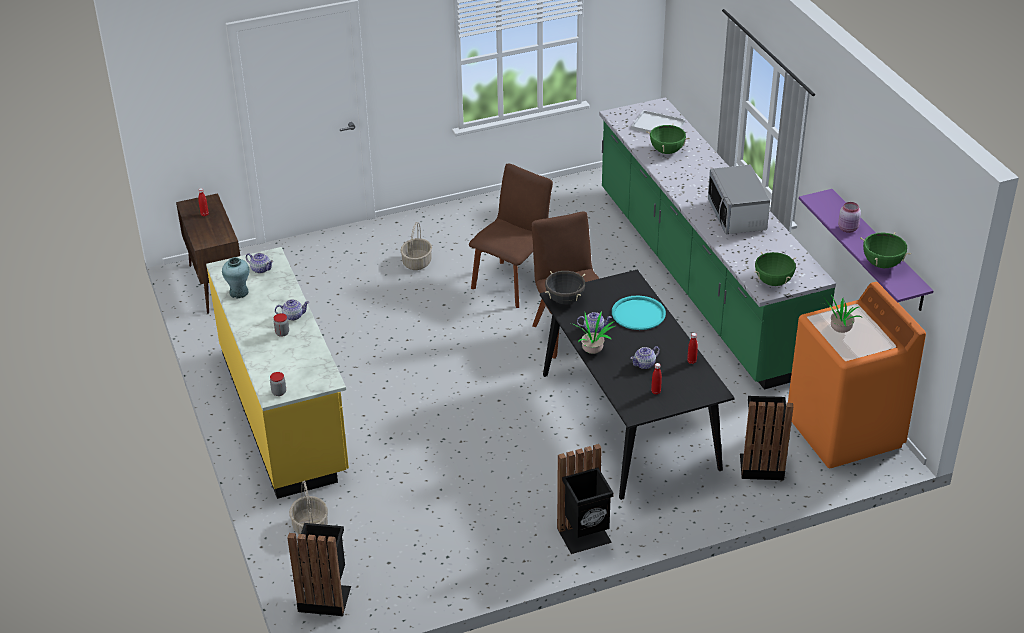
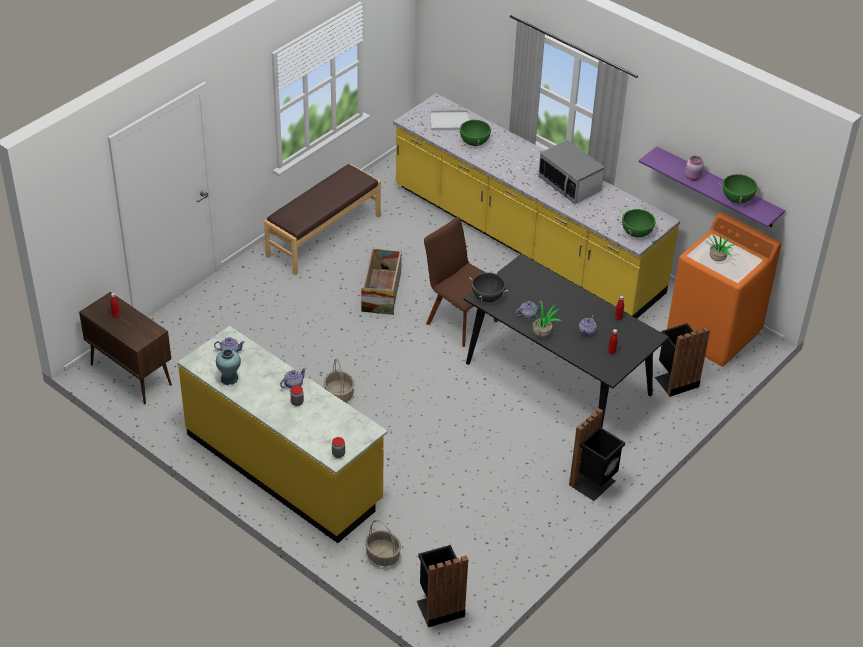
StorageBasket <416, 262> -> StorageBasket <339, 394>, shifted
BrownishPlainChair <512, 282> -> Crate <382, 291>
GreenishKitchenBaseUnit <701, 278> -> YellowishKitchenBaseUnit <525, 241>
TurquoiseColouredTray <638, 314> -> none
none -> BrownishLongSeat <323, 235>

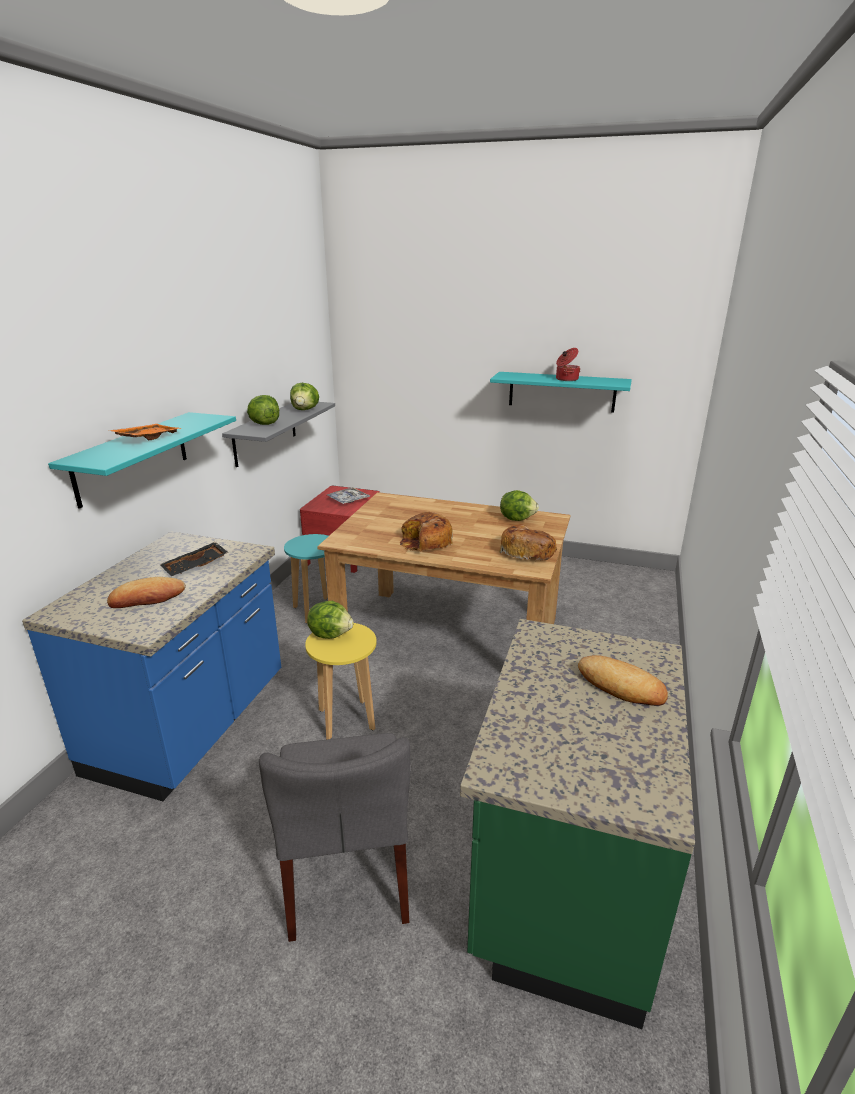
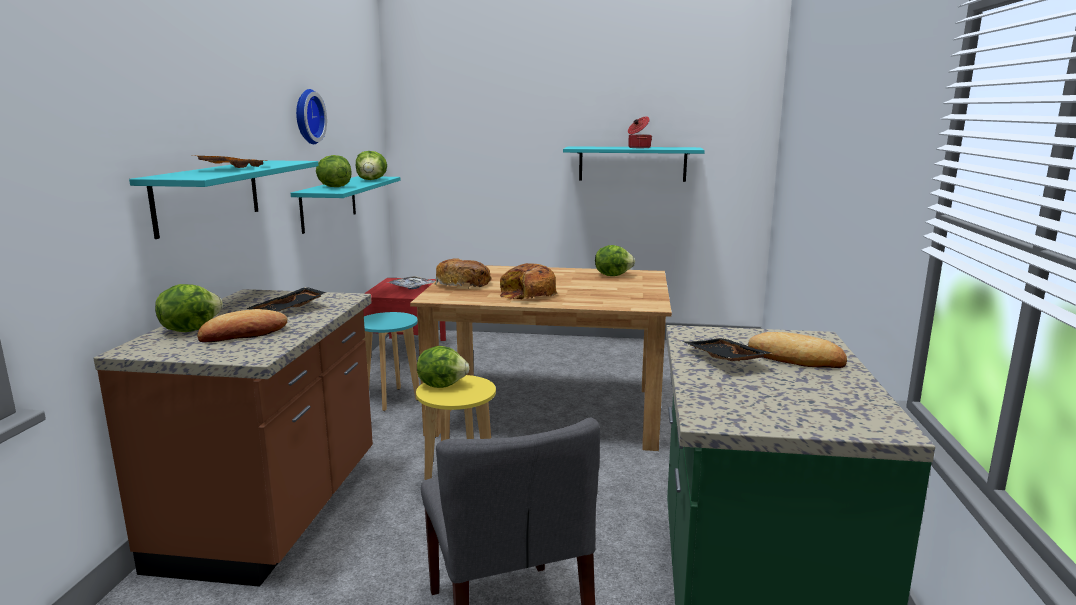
BluishKitchenBaseUnit <192, 726> -> BrownishKitchenBaseUnit <274, 512>
GreyBracketShelf <265, 432> -> TurquoiseColouredBracketShelf <329, 203>
BakeryBread <526, 551> -> BakeryBread <462, 284>, shifted
none -> LettuceHead <190, 329>
none -> HangingClock <306, 117>
none -> BlackColouredTray <723, 359>

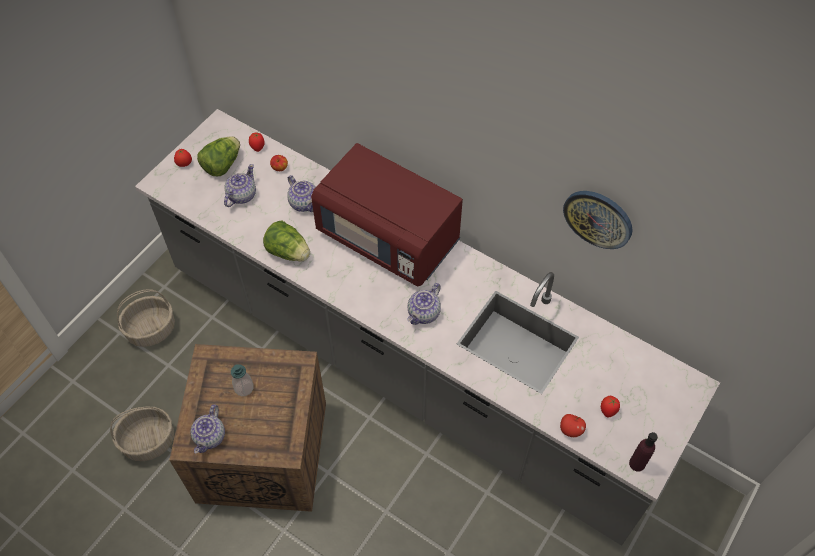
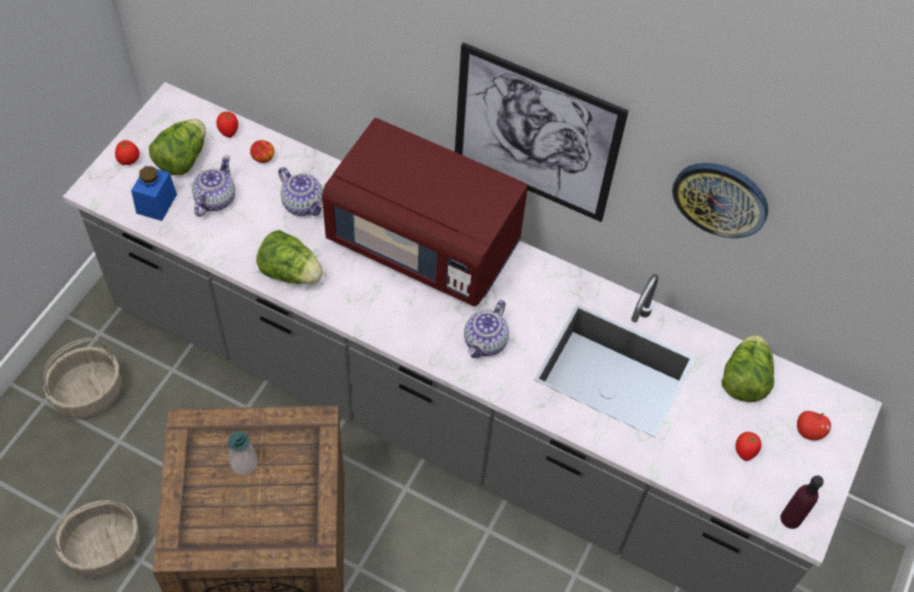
TeaPot <210, 437> -> none
WholeApple <570, 430> -> WholeApple <808, 432>, shifted
none -> BluishJar <156, 203>
none -> WallArt <535, 134>
none -> LettuceHead <743, 380>

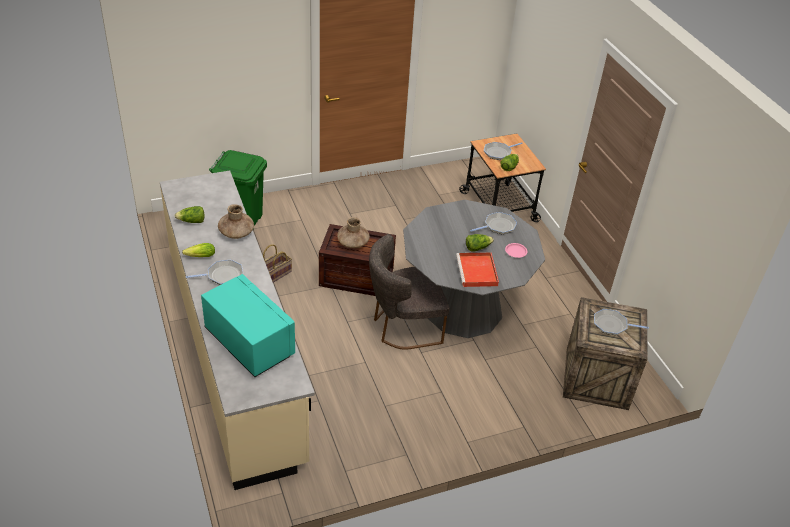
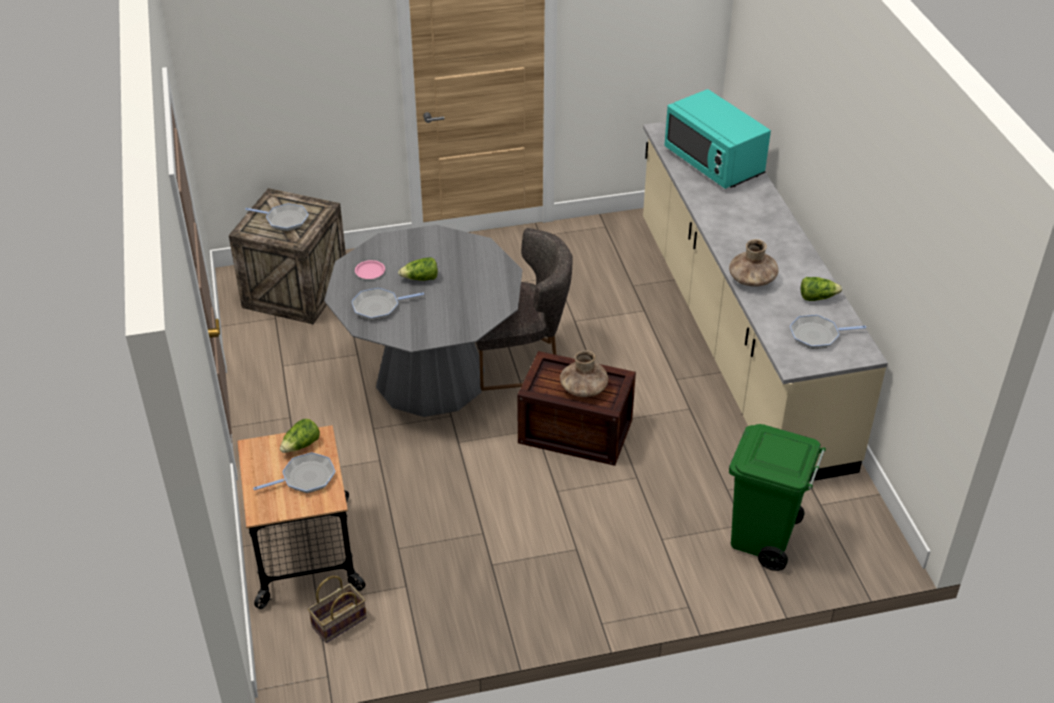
LettuceHead <199, 256> -> none
FryingPan <223, 275> -> FryingPan <817, 335>, shifted
StorageBasket <276, 273> -> StorageBasket <338, 623>, shifted
ReddishTray <477, 272> -> none

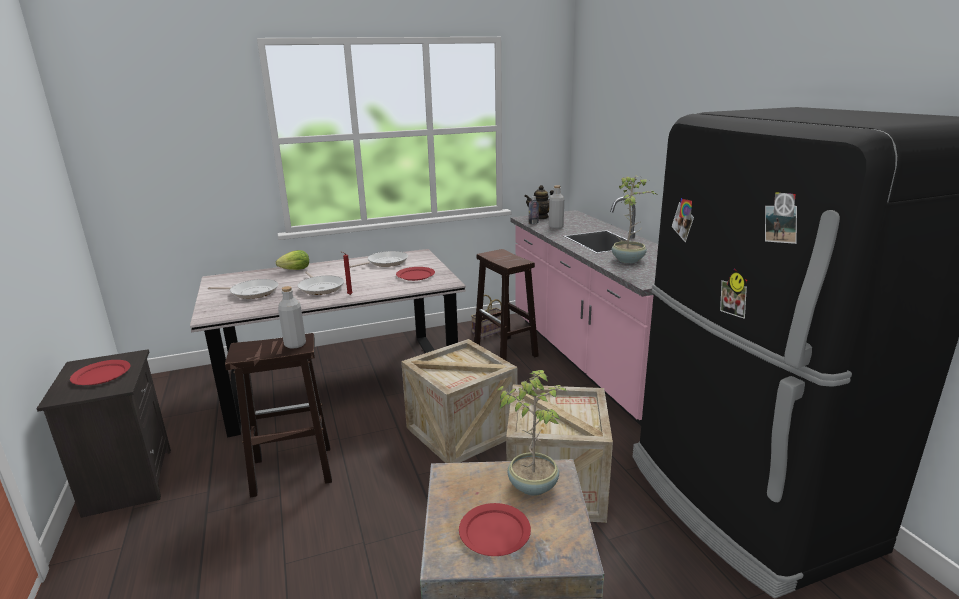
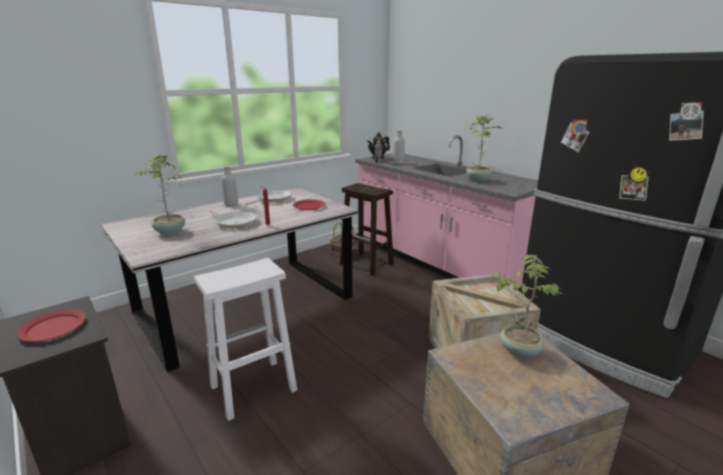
FryingPan <252, 292> -> PottedPlant <169, 232>
BrownishStoolSeat <291, 471> -> WhitishStoolSeat <252, 389>
LettuceHead <293, 270> -> none
GreyDrinkBottle <295, 344> -> GreyDrinkBottle <231, 204>, shifted
Crate <461, 431> -> none
ReddishDinnerPlate <494, 532> -> none

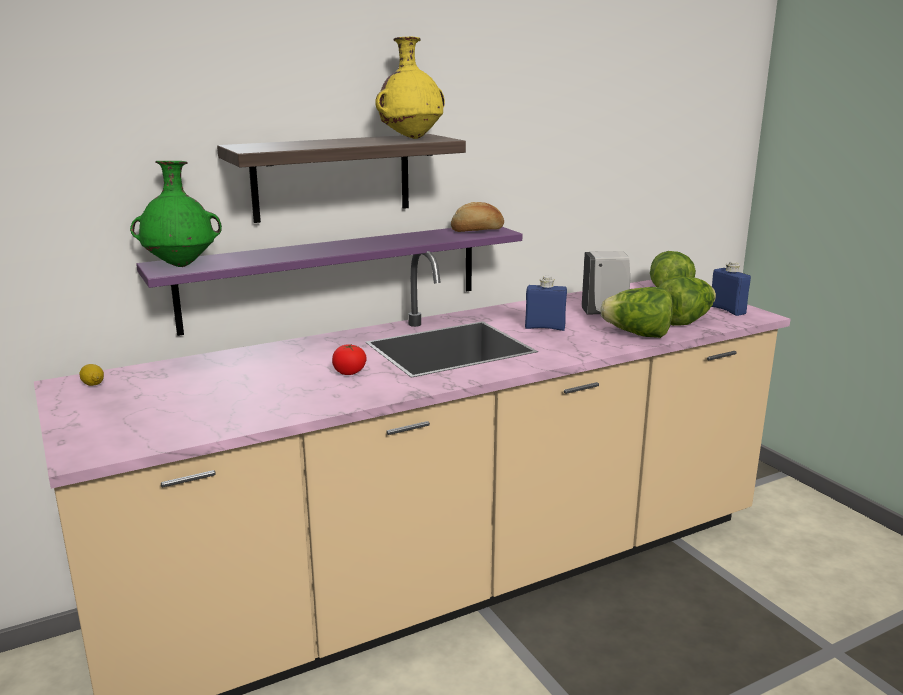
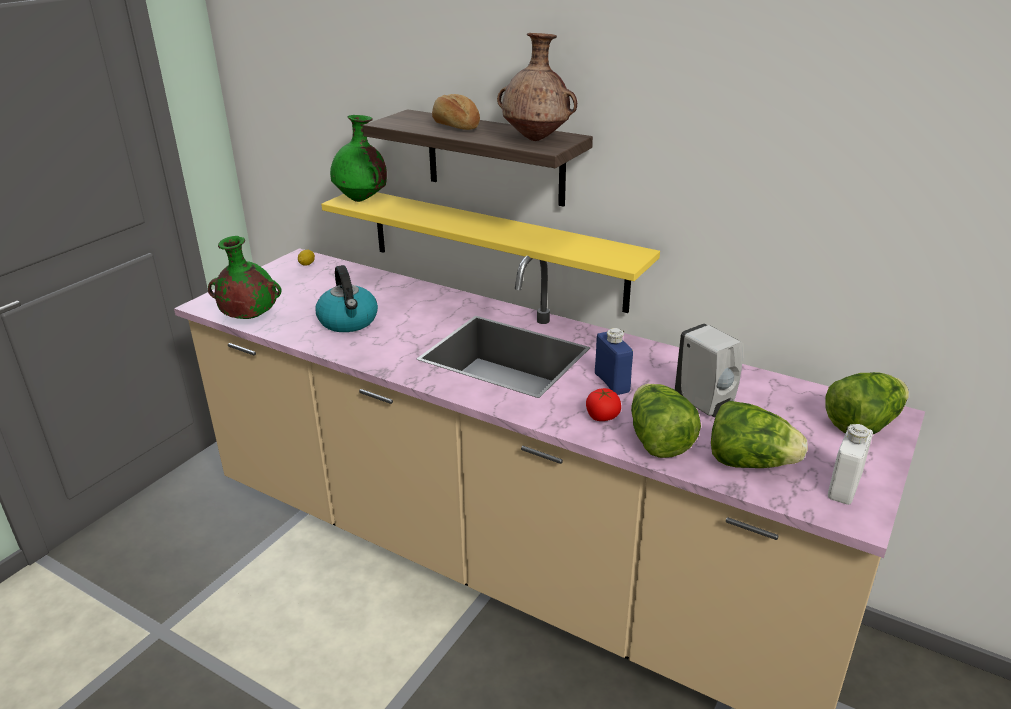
PurpleColouredBracketShelf <334, 276> -> YellowishBracketShelf <494, 248>
Tomato <349, 372> -> Tomato <602, 417>, shifted
YellowishDecorativeVase <412, 138> -> BrownishDecorativeVase <537, 139>
BakeryBread <477, 231> -> BakeryBread <455, 127>, shifted
BluishDrinkBottle <727, 310> -> WhitishDrinkBottle <844, 487>
none -> GreenishDecorativeVase <249, 318>
none -> Kettle <349, 321>

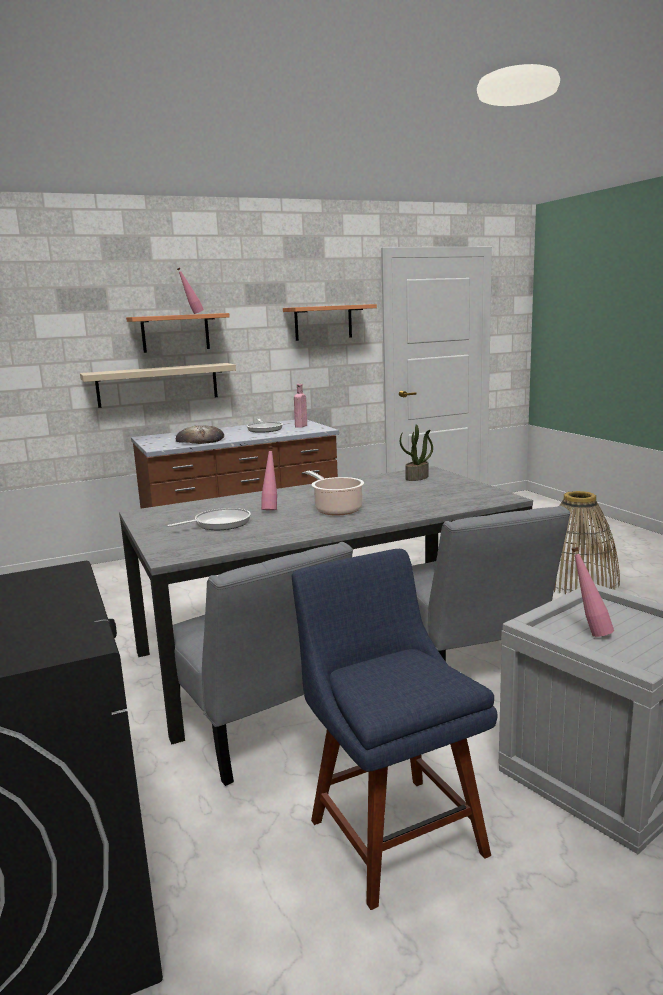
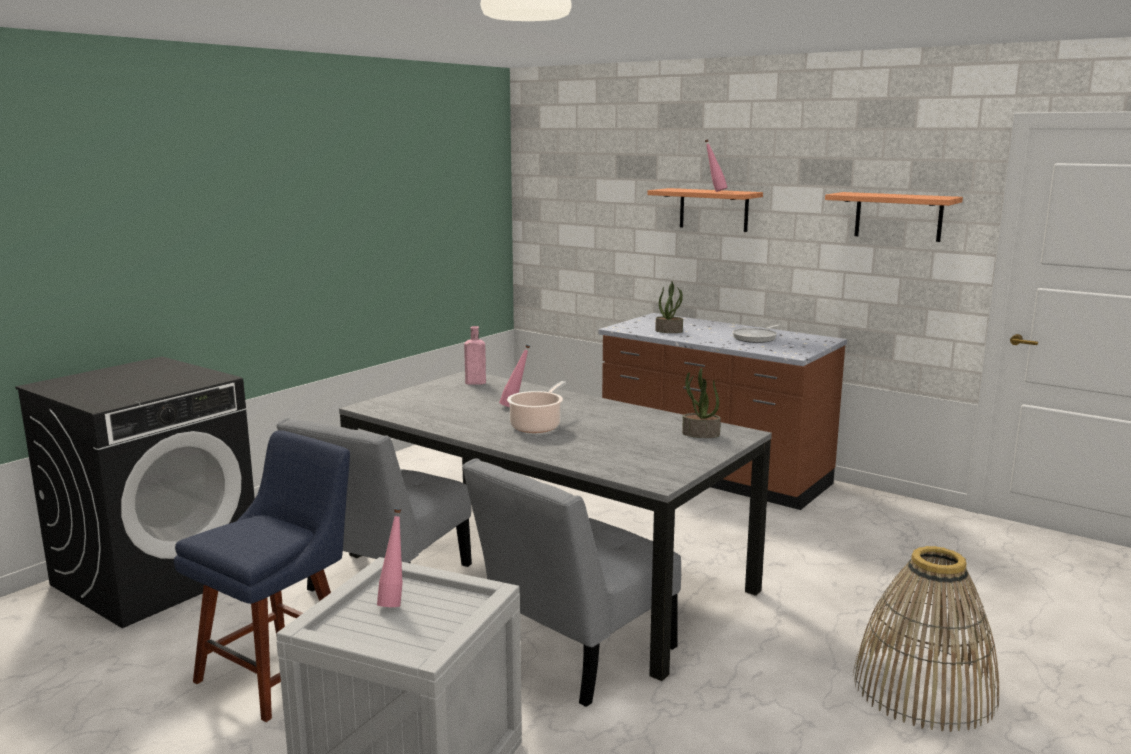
SandColouredBracketShelf <158, 385> -> none
FryingPan <219, 524> -> none
BakeryBread <200, 440> -> PottedPlant <669, 331>
PinkishDrinkBottle <300, 426> -> PinkishDrinkBottle <474, 383>, shifted

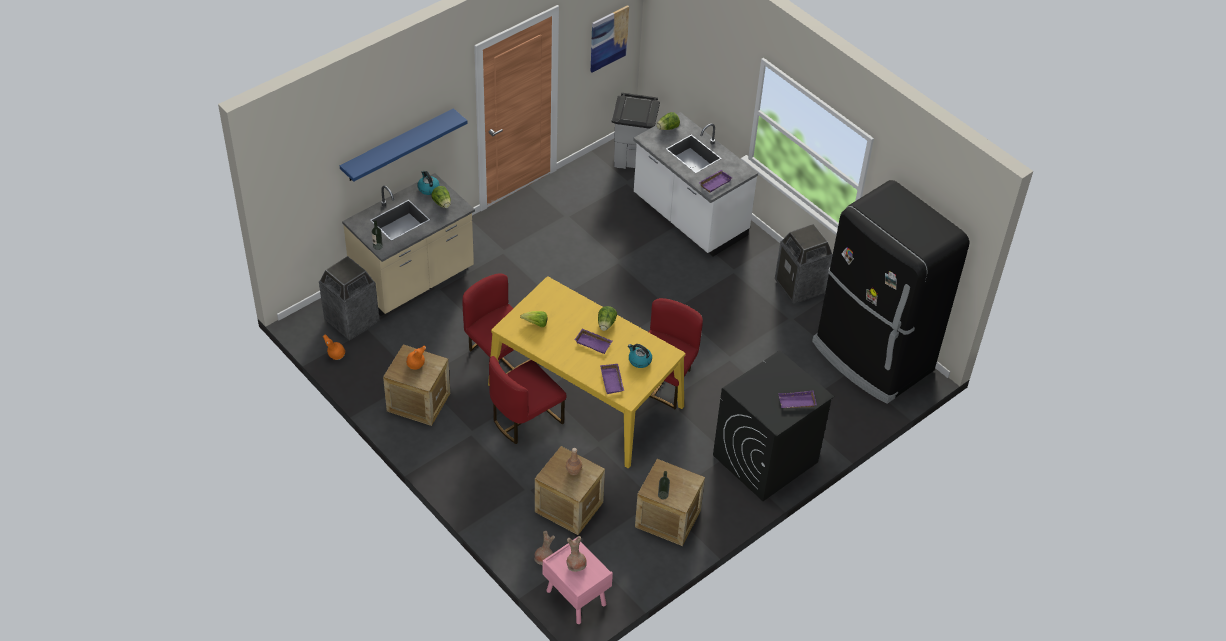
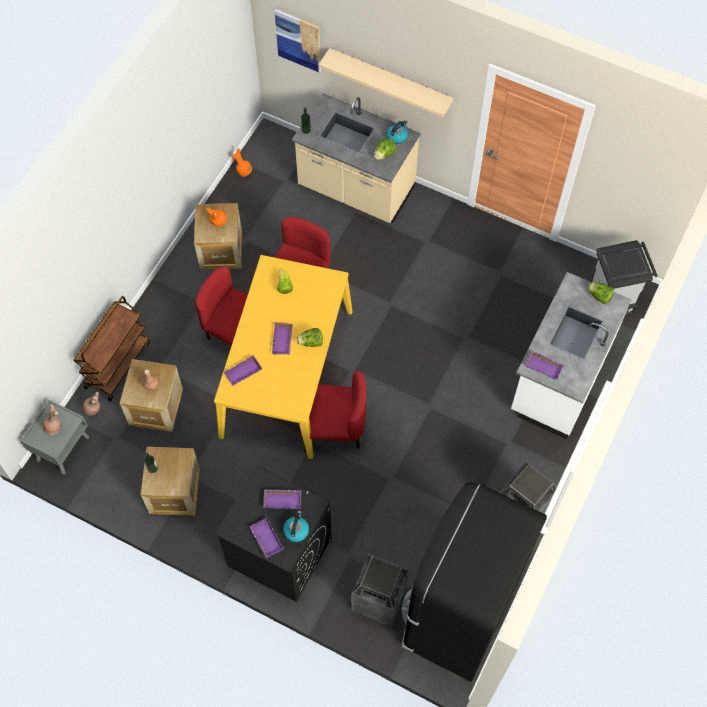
RubbishBin <351, 321> -> RubbishBin <379, 599>, shifted
BluishBracketShelf <398, 145> -> SandColouredBracketShelf <390, 81>
PinkishNightstand <575, 597> -> GreyNightstand <63, 448>
WallArt <608, 38> -> WallArt <298, 40>, shifted
Kettle <639, 360> -> Kettle <296, 530>, shifted
none -> BrownishTrolley <118, 364>
none -> PurpleColouredTray <283, 499>

